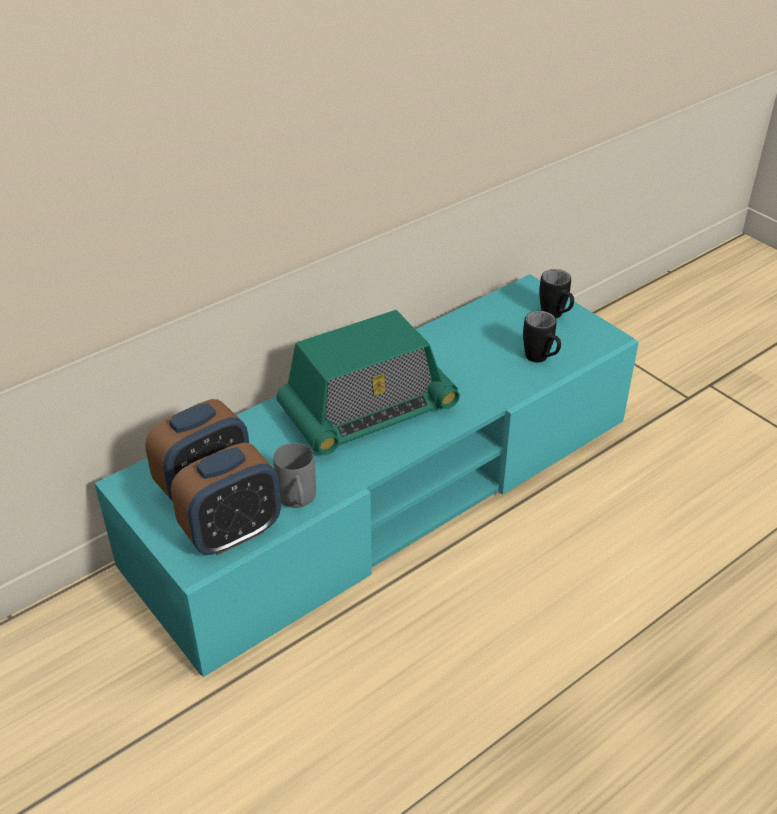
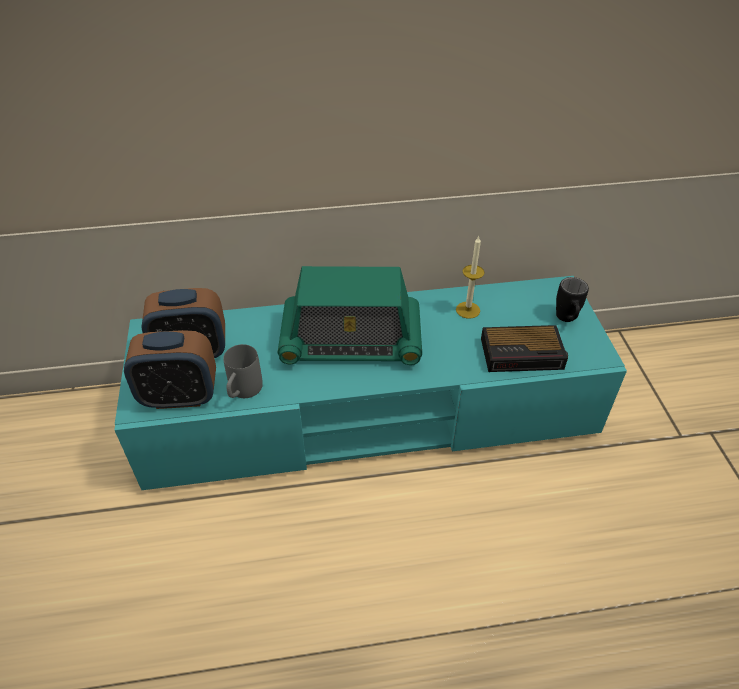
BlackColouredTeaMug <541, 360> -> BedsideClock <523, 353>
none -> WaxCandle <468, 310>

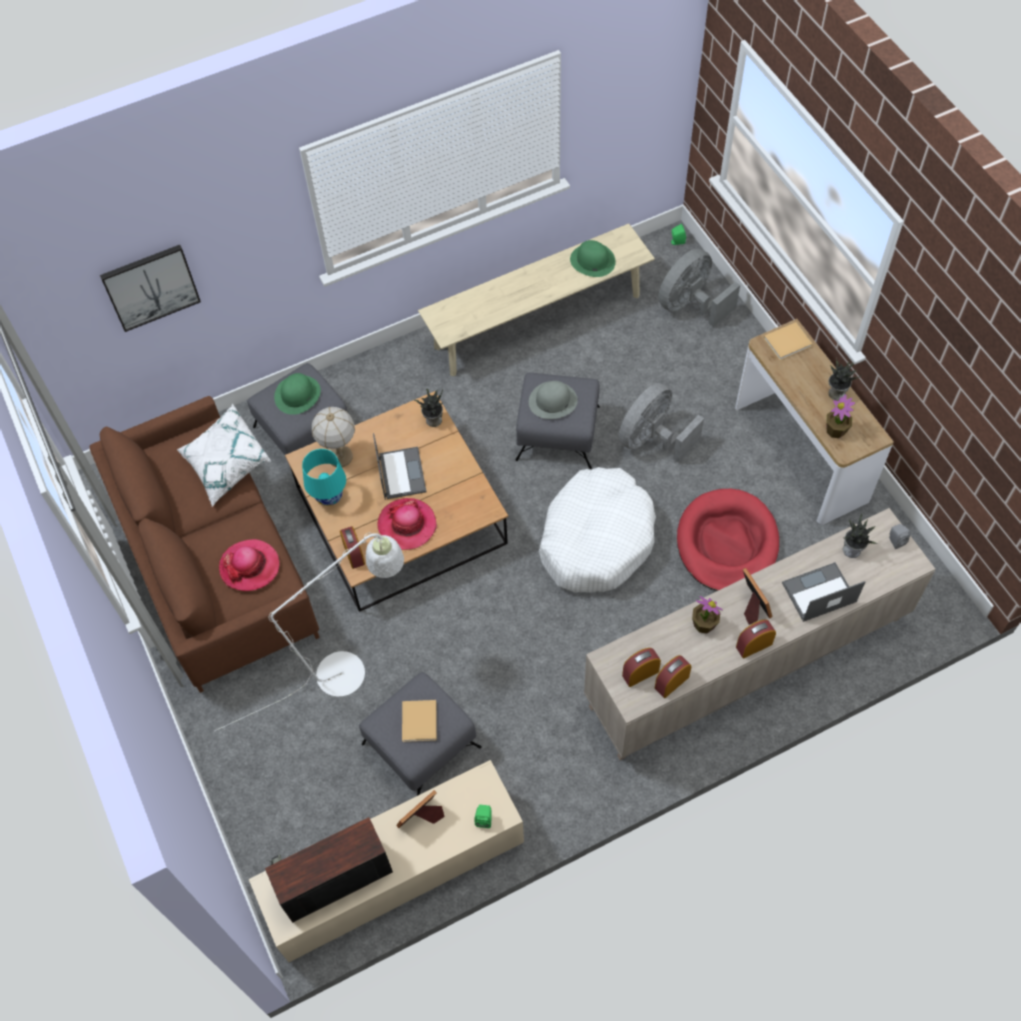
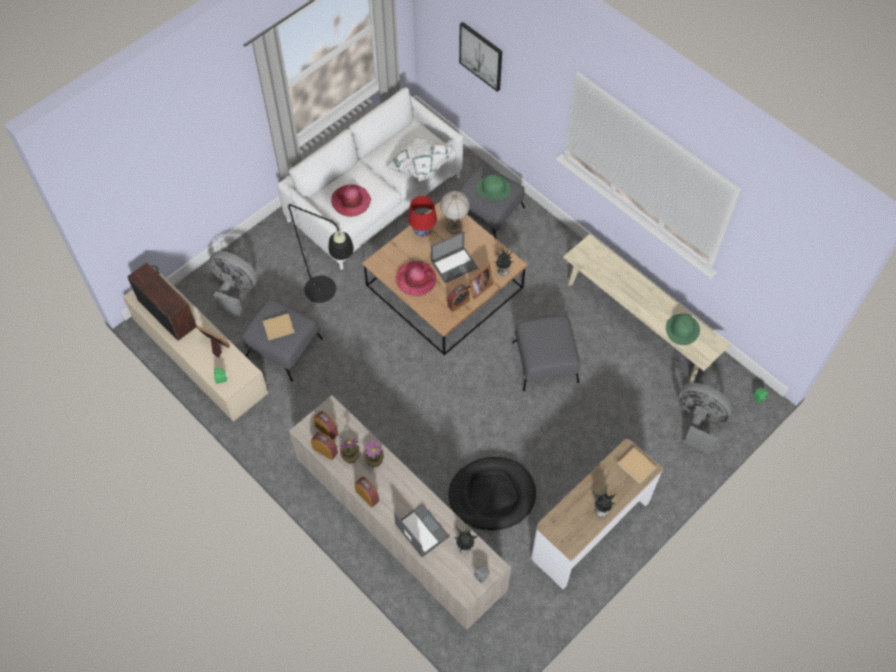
BrownishCouch <215, 564> -> WhitishCouch <375, 199>
WhitishStandingLamp <352, 667> -> BlackColouredStandingLamp <326, 294>
TurquoiseColouredLampForATable <329, 496> -> ReddishLampForATable <423, 230>
BedsideClock <354, 553> -> BedsideClock <458, 303>, shifted
GreyWearableHat <552, 401> -> none
WhitishDogBed <596, 538> -> none
GreyCoolingFan <652, 439> -> GreyCoolingFan <235, 291>, shifted
ReddishDogBed <727, 543> -> BlackColouredDogBed <492, 495>
PhotoFrame <752, 605> -> PhotoFrame <478, 288>, shifted
PottedPlant <835, 430> -> PottedPlant <350, 457>, shifted

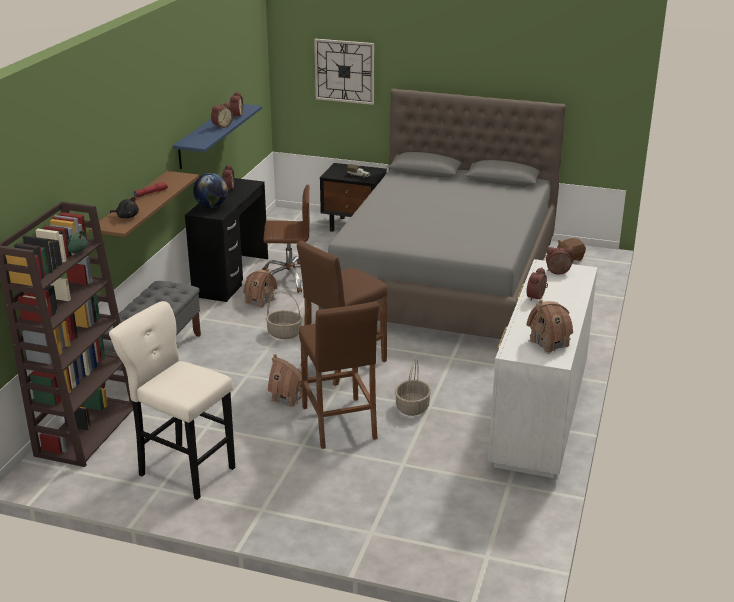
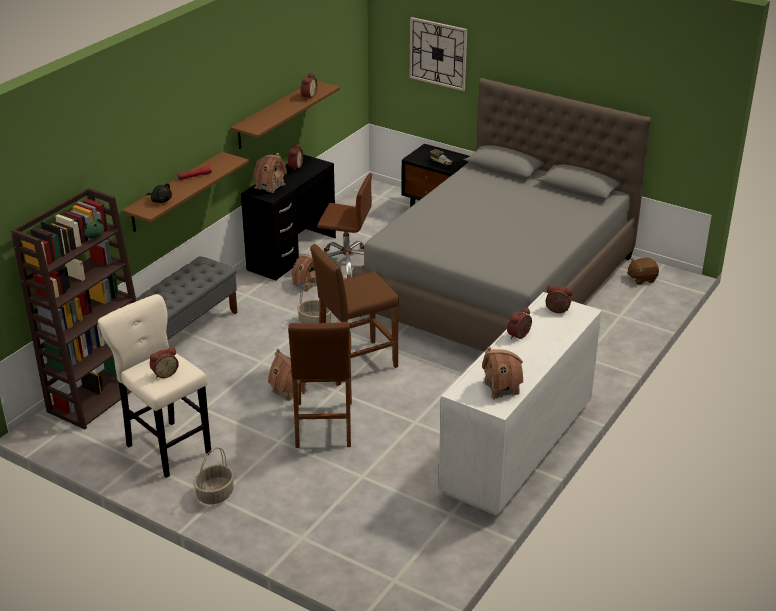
BluishBracketShelf <205, 136> -> BrownishBracketShelf <274, 115>
WorldGlobe <211, 206> -> ModelHouse <270, 186>
BedsideClock <221, 126> -> BedsideClock <164, 373>, shifted
StorageBasket <412, 407> -> StorageBasket <215, 494>, shifted

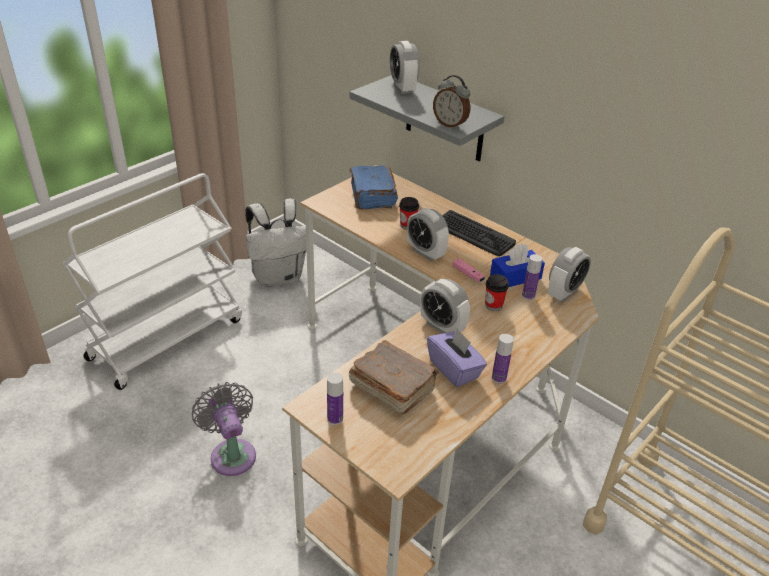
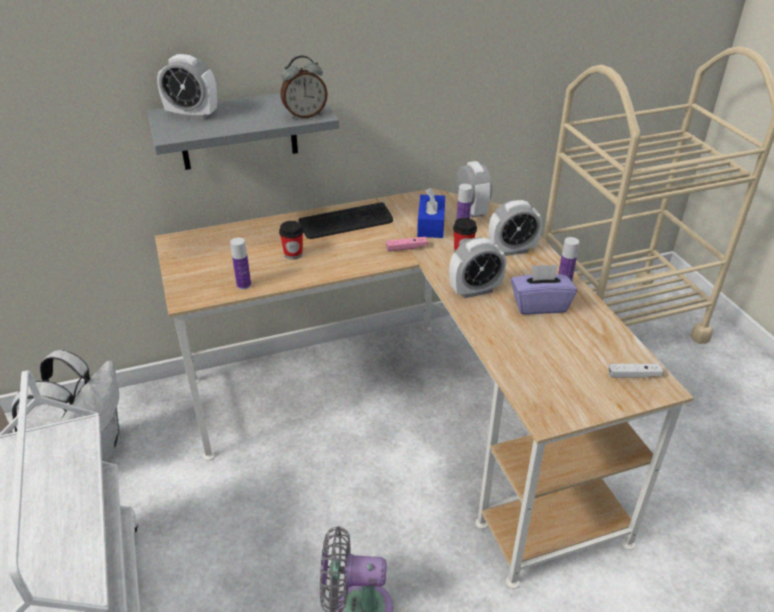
DrinkBottle <335, 418> -> DrinkBottle <244, 285>, shifted
BrownishBoundBook <391, 386> -> none
BluishBoundBook <372, 196> -> none
BedsideClock <425, 253> -> BedsideClock <512, 250>, shifted
none -> WhitishGameController <634, 375>

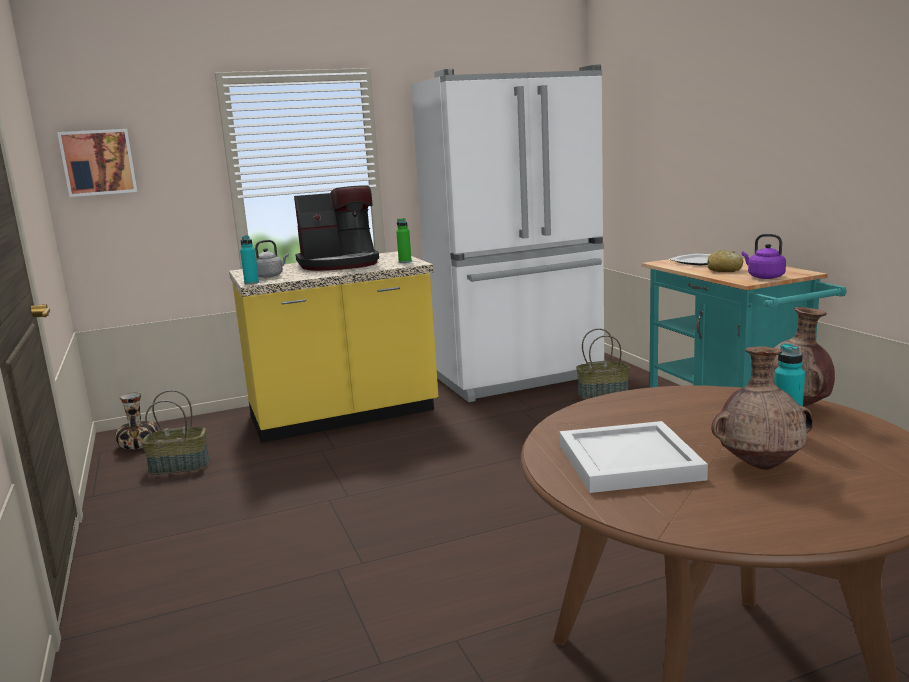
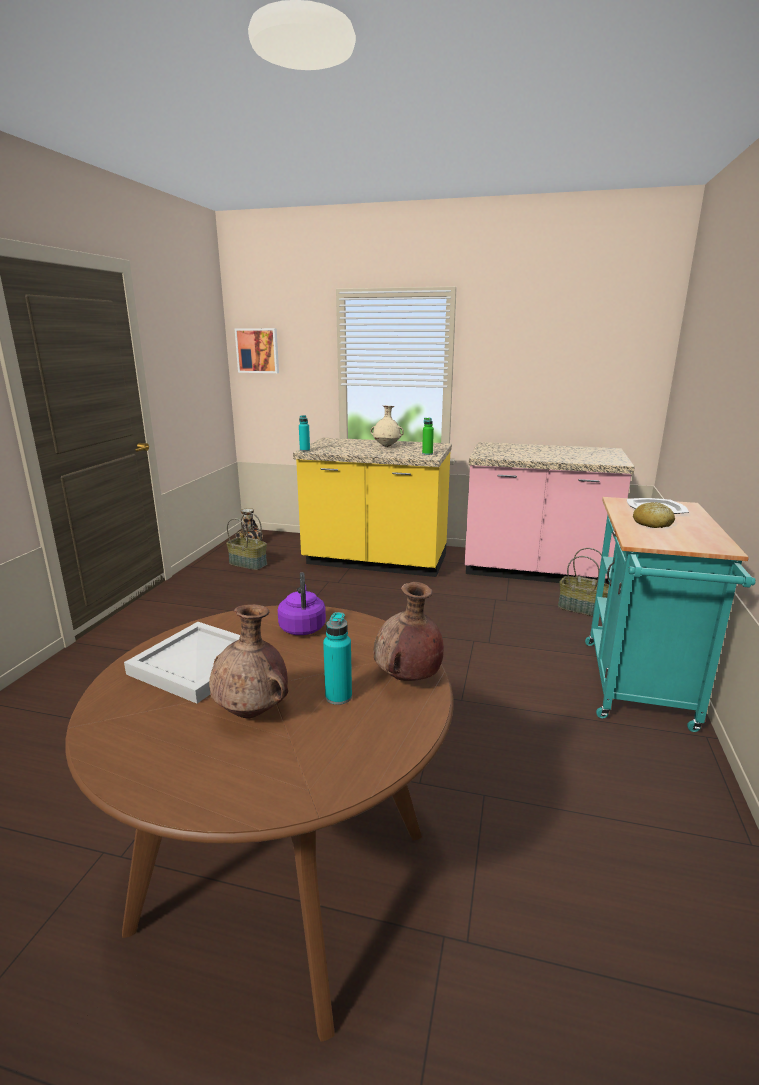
GreyKettle <270, 276> -> none
CoffeeMaker <339, 264> -> SandColouredDecorativeVase <387, 446>
WhitishFridge <519, 377> -> PinkishKitchenBaseUnit <536, 571>
PurpleColouredKettle <764, 277> -> PurpleColouredKettle <302, 627>, shifted

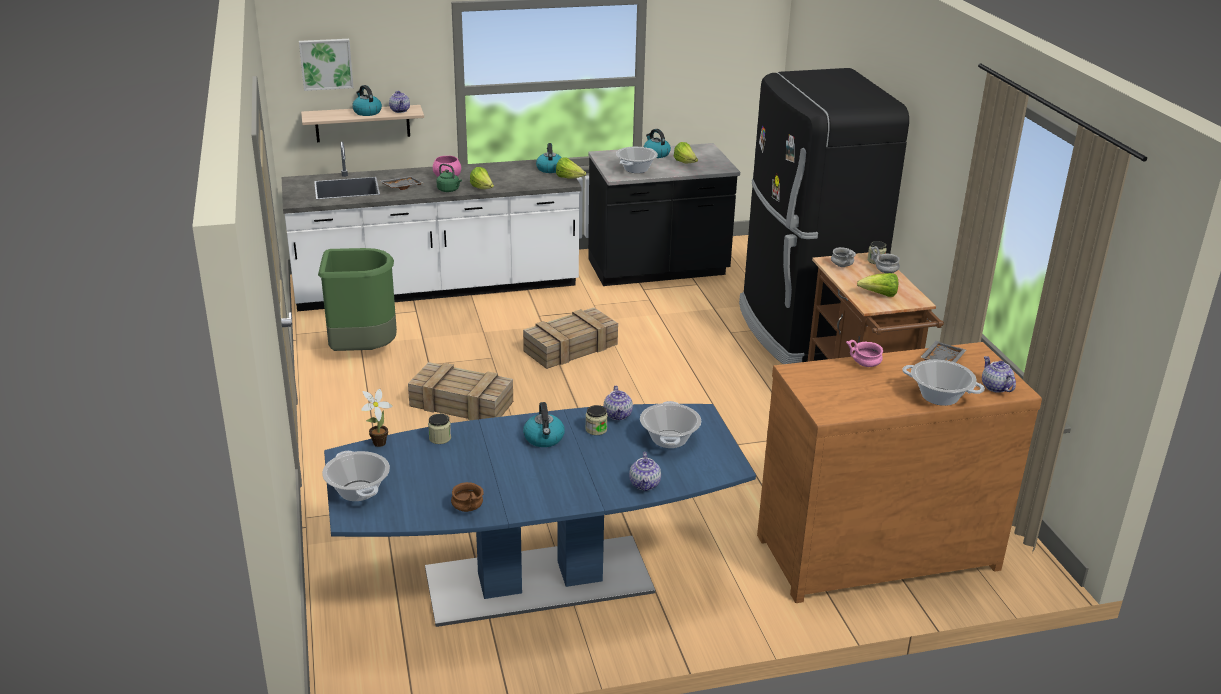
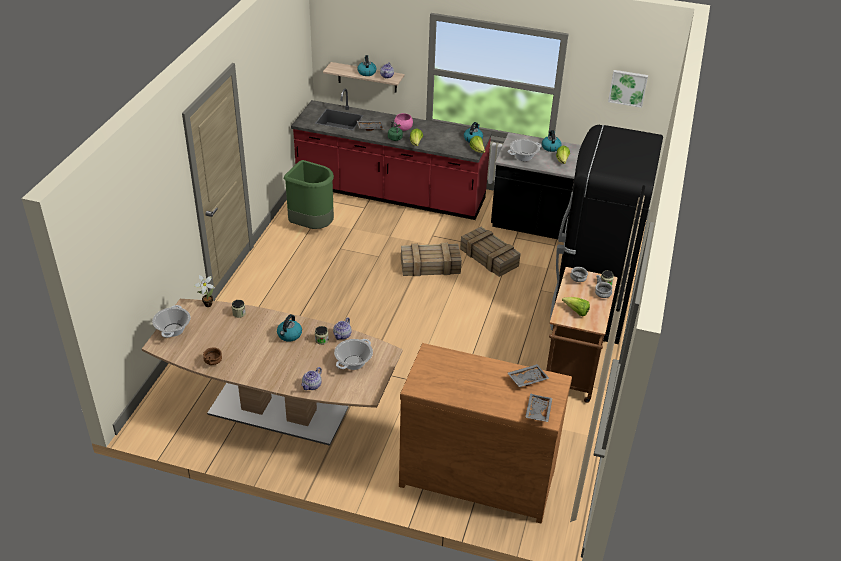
WhitishKitchenBaseUnit <437, 287> -> ReddishKitchenBaseUnit <390, 194>
WallArt <326, 63> -> WallArt <628, 87>, shifted
BluishDinnerTable <540, 580> -> BrownishDinnerTable <279, 411>
Crate <463, 404> -> Crate <490, 257>, shifted
PinkishServingBowl <865, 365> -> none
Stockpot <939, 396> -> none
TeaPot <995, 387> -> GreyTray <537, 411>

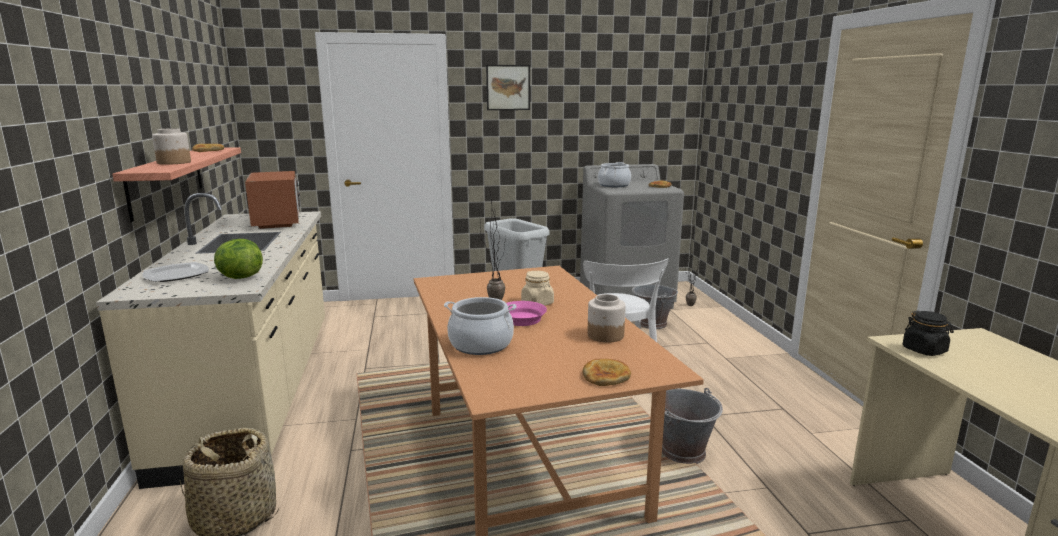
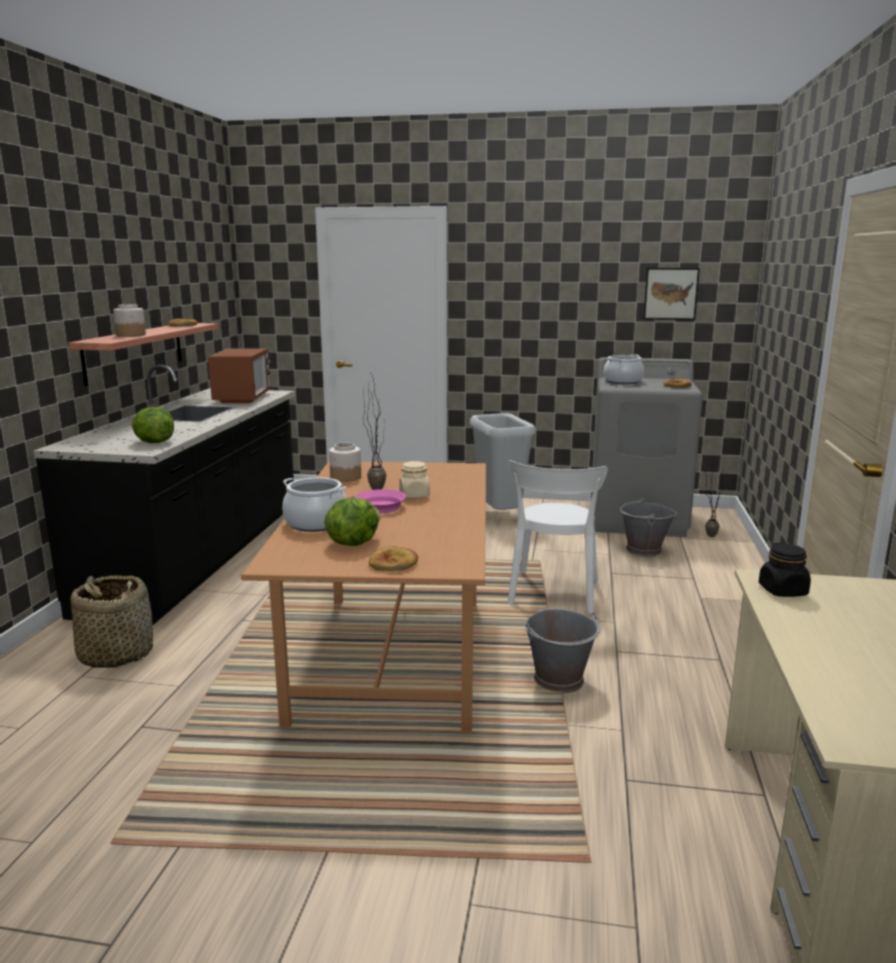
SandColouredKitchenBaseUnit <258, 390> -> BlackColouredKitchenBaseUnit <201, 558>
DinnerPlate <177, 274> -> none
WallArt <508, 87> -> WallArt <671, 293>, shifted
Jar <605, 335> -> Jar <345, 477>, shifted
none -> LettuceHead <353, 542>

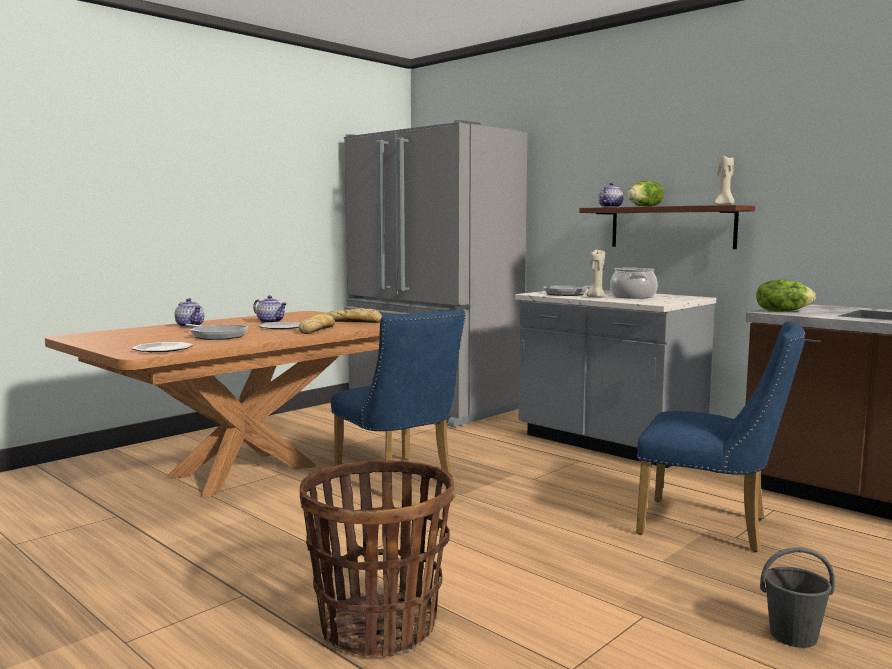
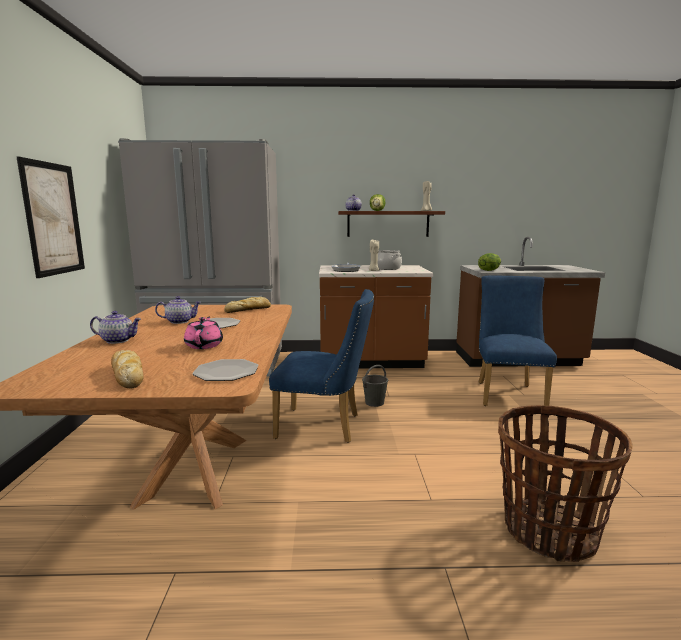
FryingPan <217, 336> -> PinkishTeaPot <204, 345>
BakeryBread <317, 330> -> BakeryBread <127, 375>, shifted
GreyKitchenBaseUnit <608, 443> -> BrownishKitchenBaseUnit <371, 361>
BluishPlainChair <713, 528> -> BluishPlainChair <508, 393>, 60 degrees counterclockwise
GreyPail <792, 635> -> GreyPail <374, 403>, shifted
none -> WallArt <53, 219>

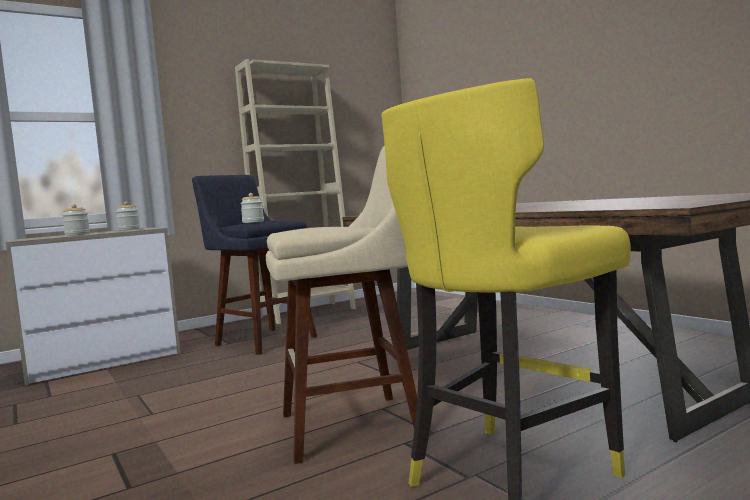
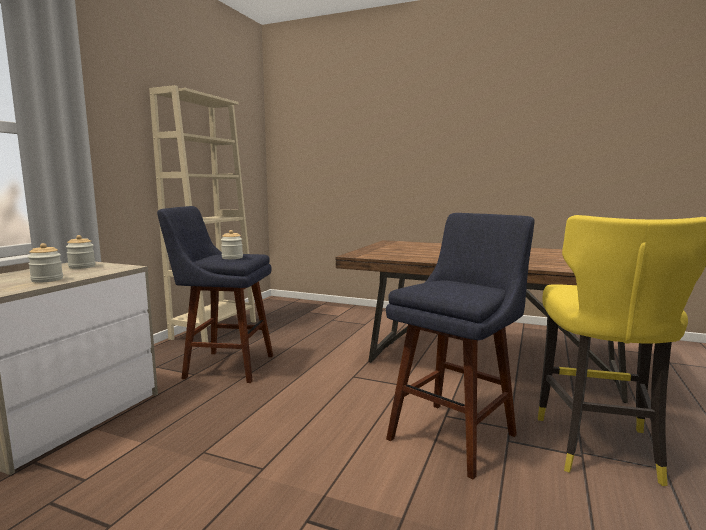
SandColouredStoolSeat <360, 424> -> BluishStoolSeat <456, 433>

